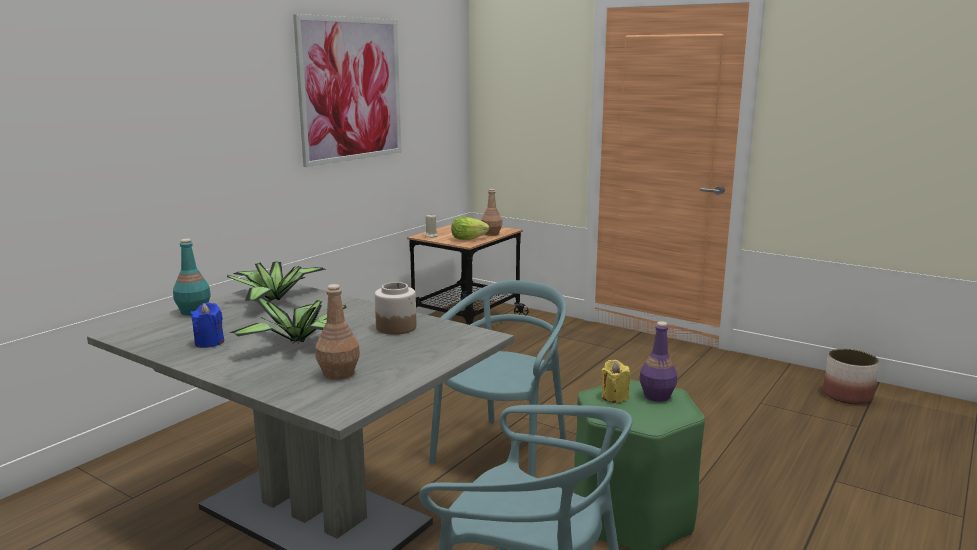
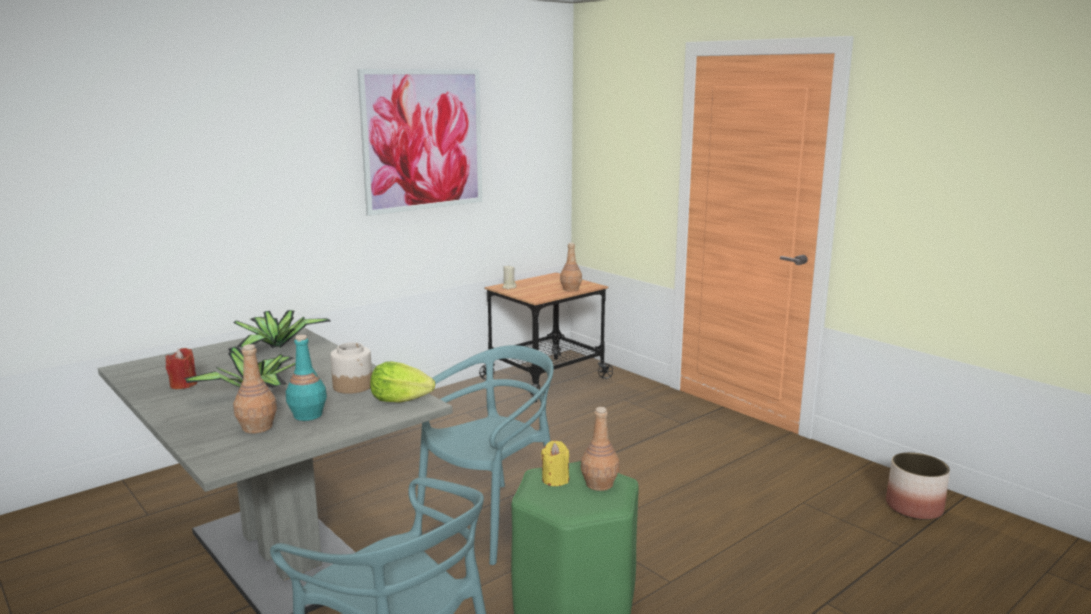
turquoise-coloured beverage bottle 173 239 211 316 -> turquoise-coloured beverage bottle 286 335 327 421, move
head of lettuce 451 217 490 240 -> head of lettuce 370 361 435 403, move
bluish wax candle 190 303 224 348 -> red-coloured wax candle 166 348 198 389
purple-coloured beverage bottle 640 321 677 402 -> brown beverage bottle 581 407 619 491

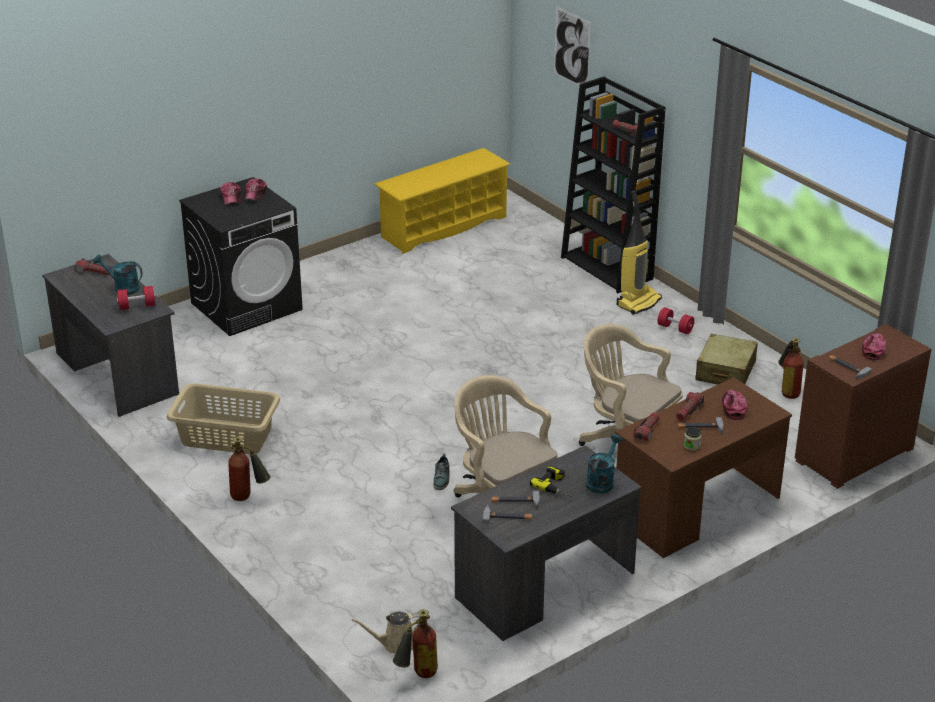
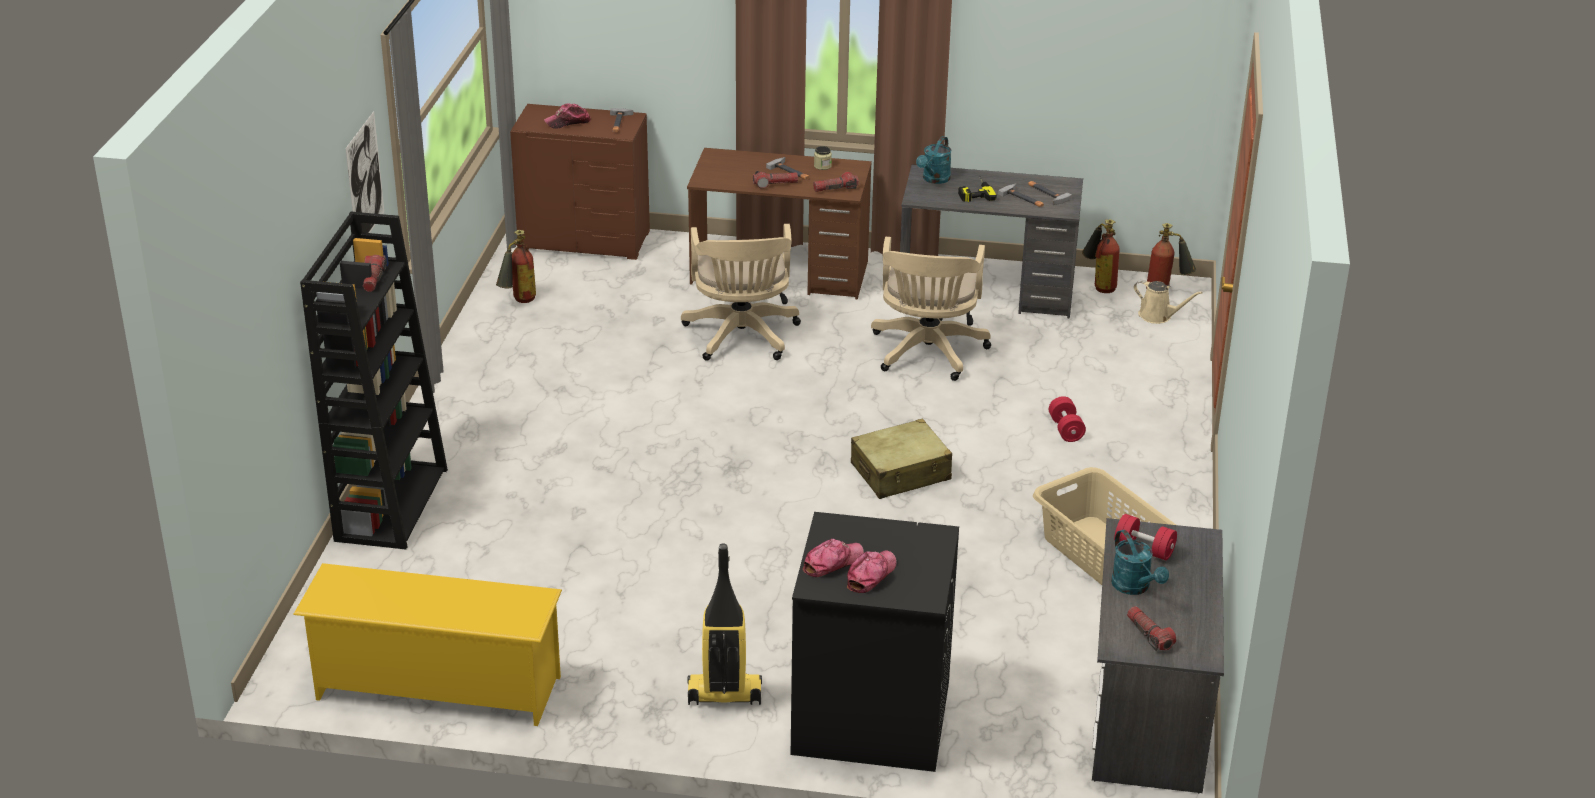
shoe 433 454 450 490 -> none
baseball cap 722 390 748 420 -> none
fire extinguisher 228 437 271 501 -> fire extinguisher 1082 219 1120 293, move
picture 554 6 591 90 -> picture 346 111 384 233, move
hoover 617 191 662 315 -> hoover 688 543 762 705, move
red-coloured free weight 657 307 695 334 -> red-coloured free weight 1049 396 1086 442, move
sand-coloured piece of luggage 695 334 758 385 -> sand-coloured piece of luggage 851 419 952 499, move
turquoise-coloured watering pot 586 434 622 493 -> turquoise-coloured watering pot 916 136 951 184, 45 degrees counterclockwise

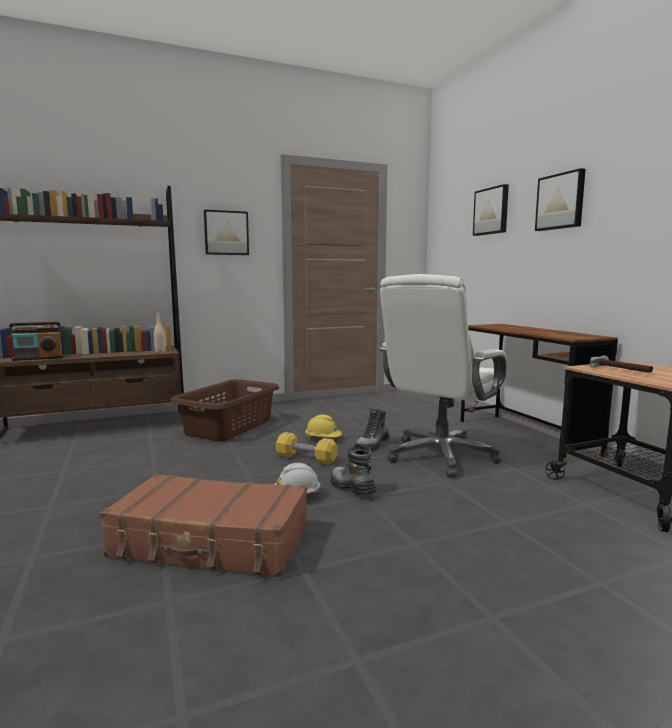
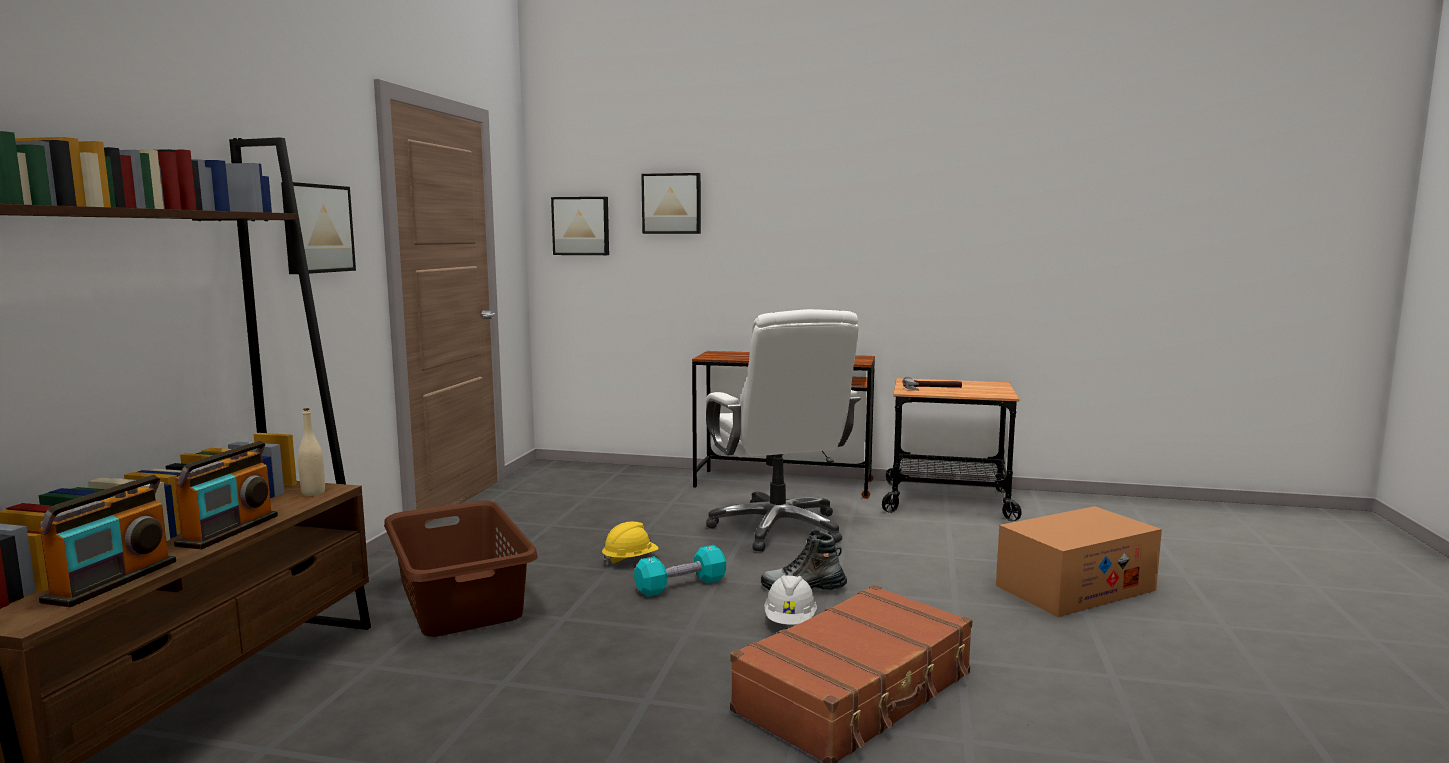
tall boot 354 408 390 451 -> none
none -> radio 174 441 278 549
none -> cardboard box 996 506 1162 617
picture 535 168 586 231 -> picture 551 197 609 255, move
yellow-coloured free weight 276 432 337 465 -> turquoise-coloured free weight 634 545 726 597

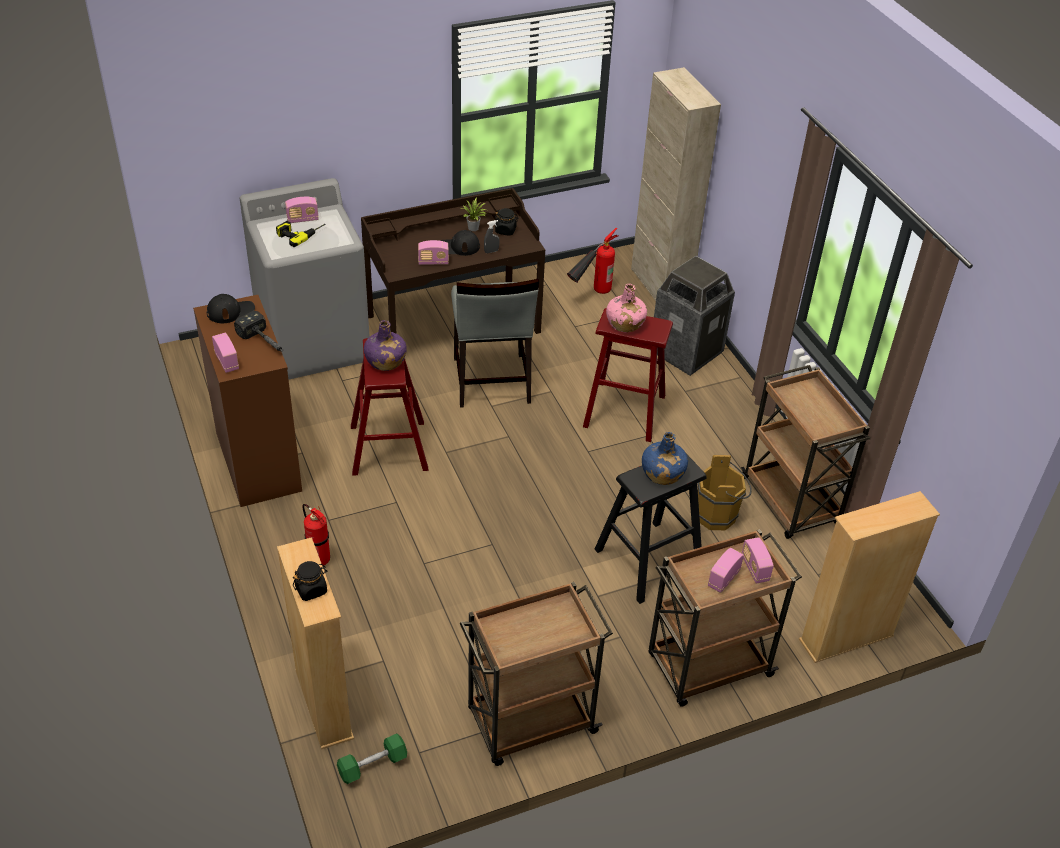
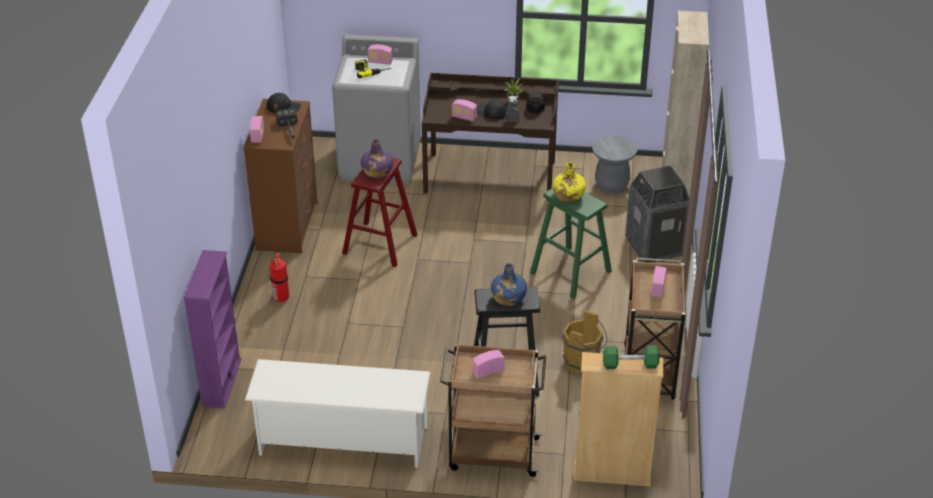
black storage jar 293 561 328 601 -> none
grey plain chair 451 279 539 408 -> none
green-coloured free weight 337 734 407 784 -> green-coloured free weight 603 345 659 369, move
radio 742 537 774 583 -> radio 651 266 667 298, move
brown cart 460 582 613 766 -> whitish shoe rack 245 359 430 467
fire extinguisher 567 228 618 294 -> grey sitting stool 592 135 637 194
sand-coloured bookshelf 277 537 354 750 -> purple-coloured bookshelf 184 250 241 408
red-coloured sitting stool 583 308 673 442 -> green-coloured sitting stool 530 188 612 299
pink beverage bottle 606 284 647 332 -> yellow-coloured beverage bottle 553 162 586 202

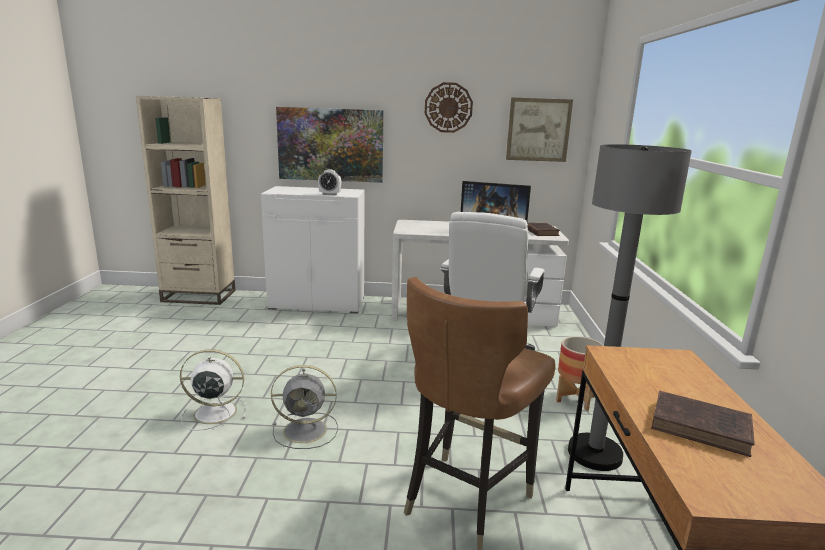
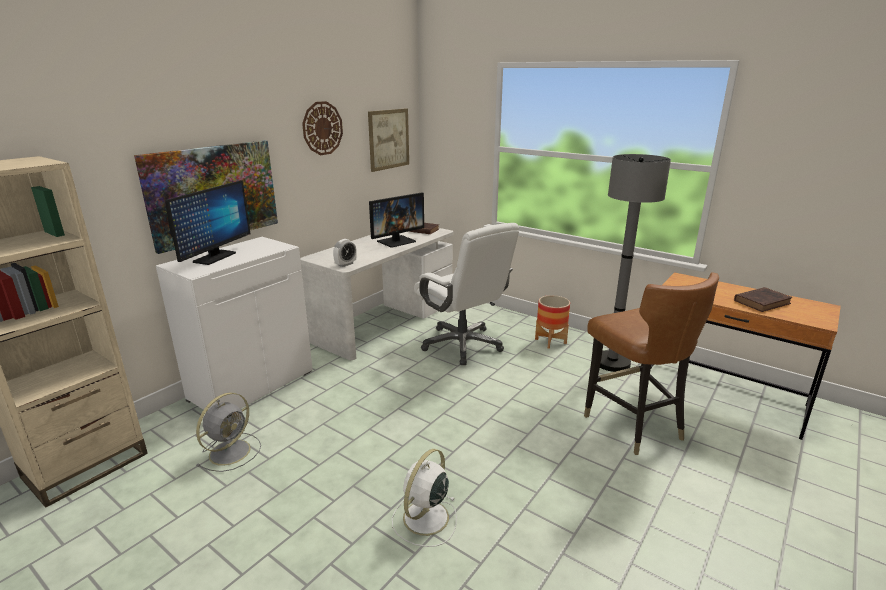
none -> monitor 165 180 251 265
grey electric fan 271 365 338 449 -> grey electric fan 196 392 261 472, move
table clock 318 169 341 195 -> table clock 333 239 357 267, move

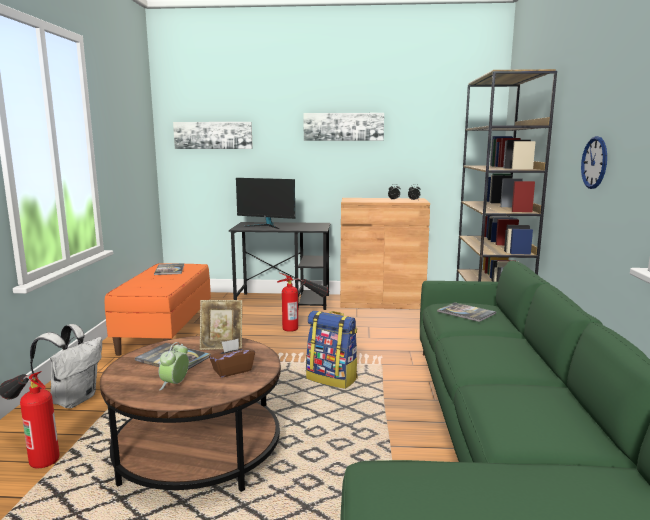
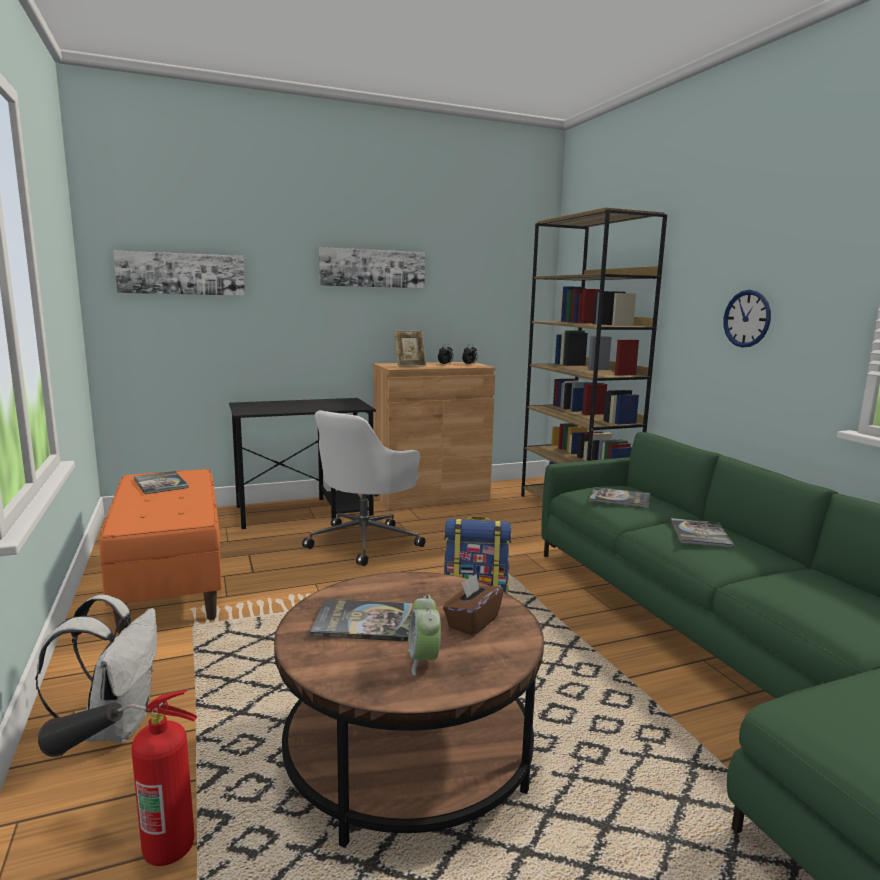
monitor 236 178 295 229 -> none
none -> book 671 518 734 548
photo frame 200 300 242 350 -> photo frame 394 330 427 367, move
fire extinguisher 277 273 328 332 -> whitish office chair 302 410 425 566

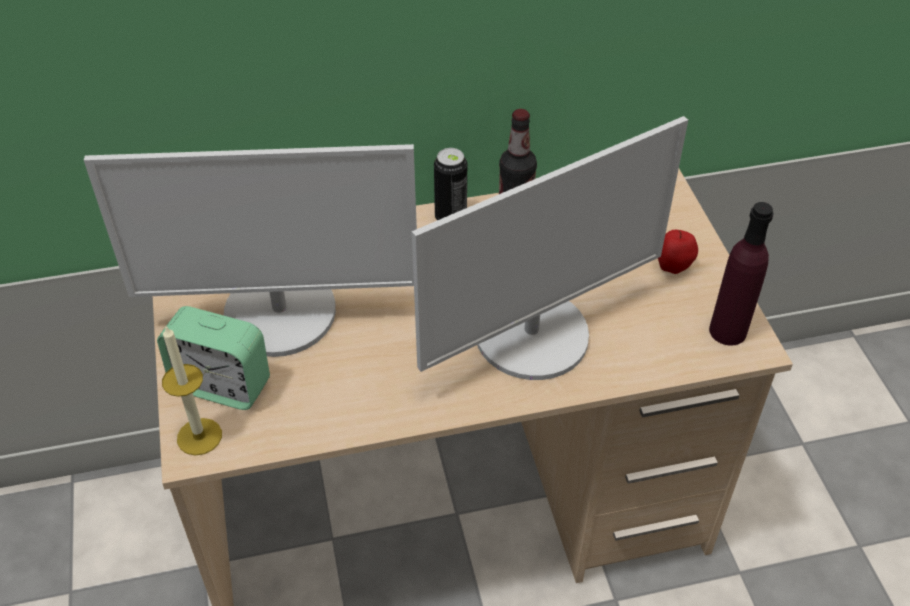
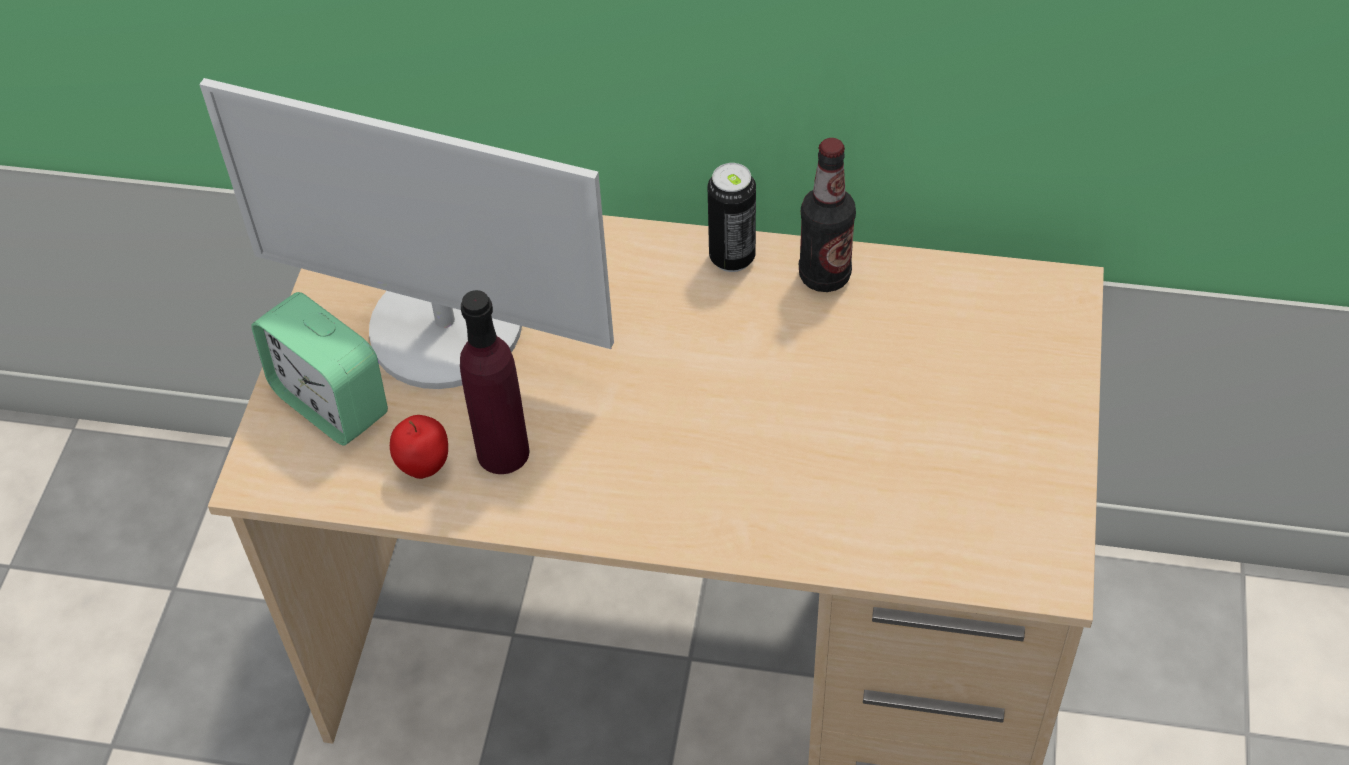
wax candle 162 325 222 455 -> none
monitor 412 116 688 380 -> none
apple 658 230 698 274 -> apple 390 415 448 479, move
purple-coloured beverage bottle 709 202 774 346 -> purple-coloured beverage bottle 460 290 529 474, move

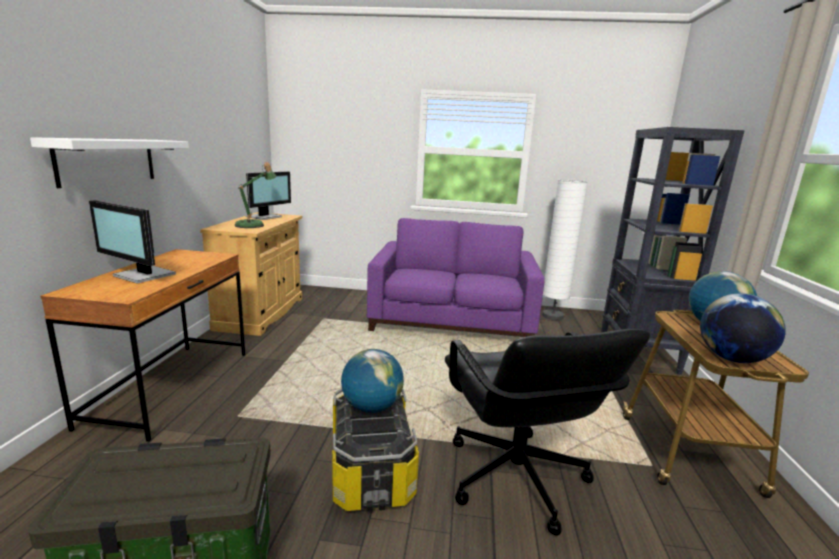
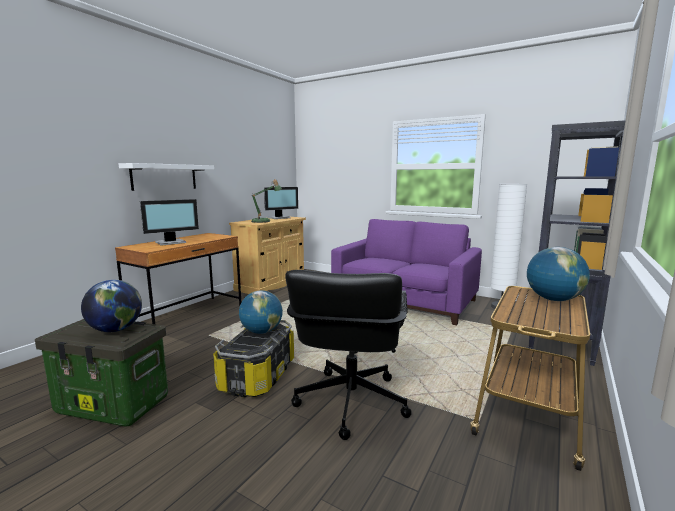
globe 700 293 786 363 -> globe 81 280 142 332, move
monitor 89 200 176 284 -> monitor 140 199 199 246, 90 degrees counterclockwise

